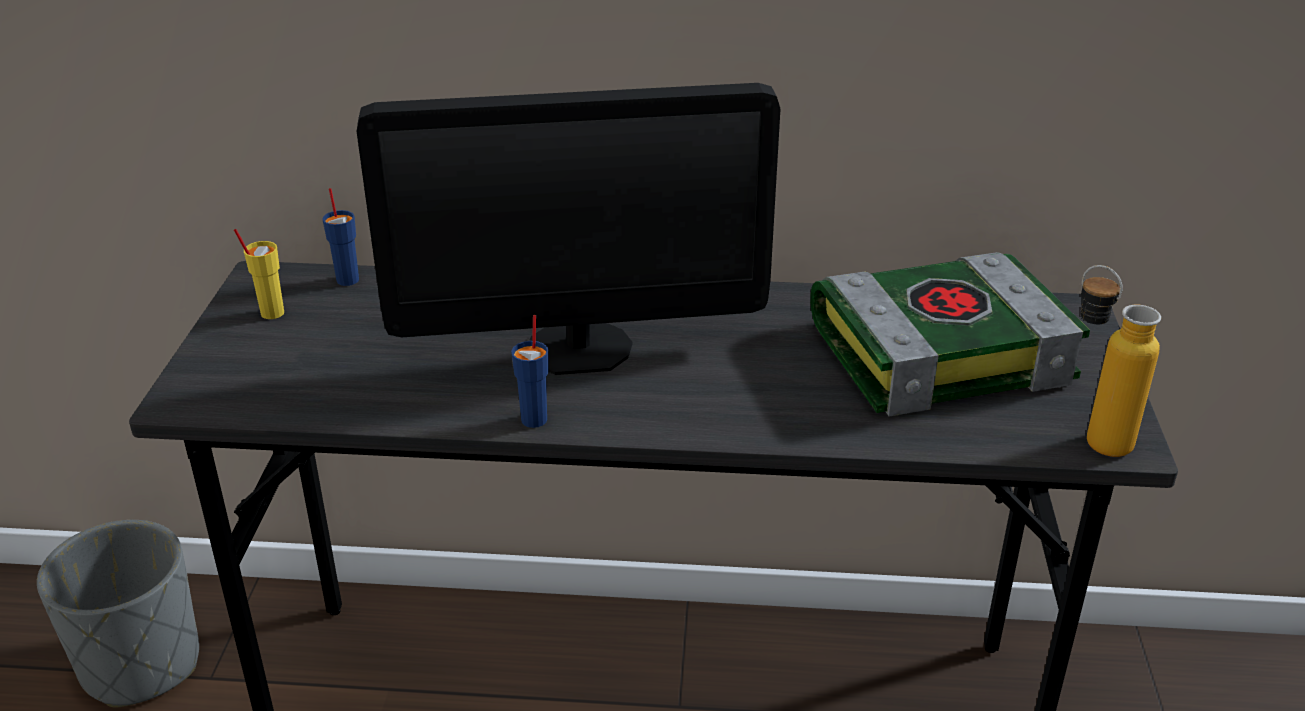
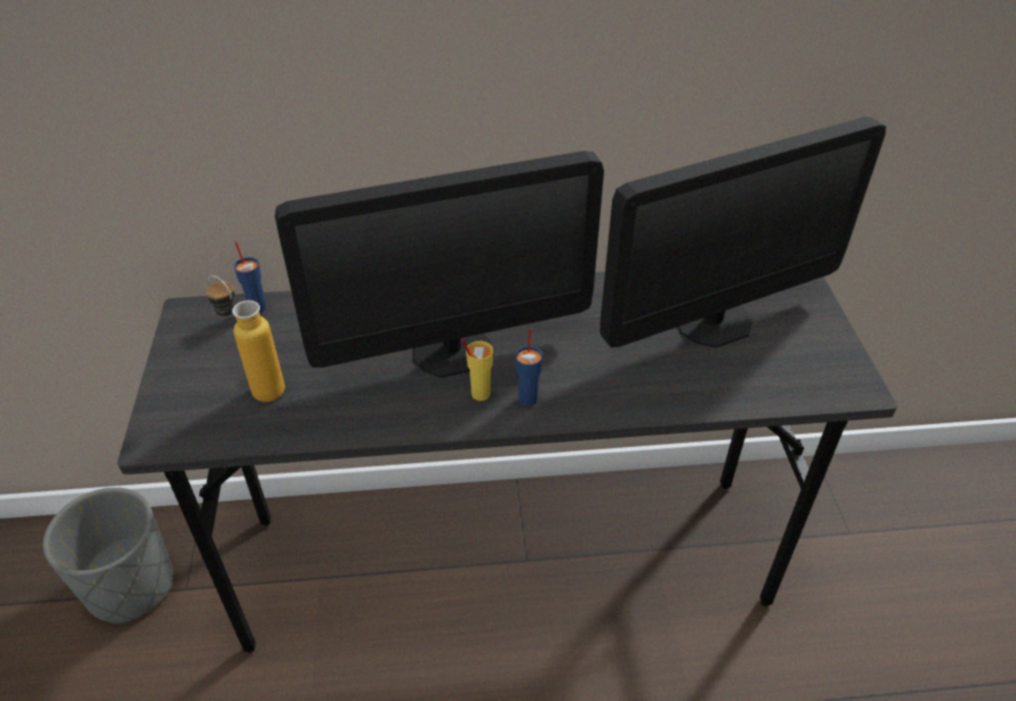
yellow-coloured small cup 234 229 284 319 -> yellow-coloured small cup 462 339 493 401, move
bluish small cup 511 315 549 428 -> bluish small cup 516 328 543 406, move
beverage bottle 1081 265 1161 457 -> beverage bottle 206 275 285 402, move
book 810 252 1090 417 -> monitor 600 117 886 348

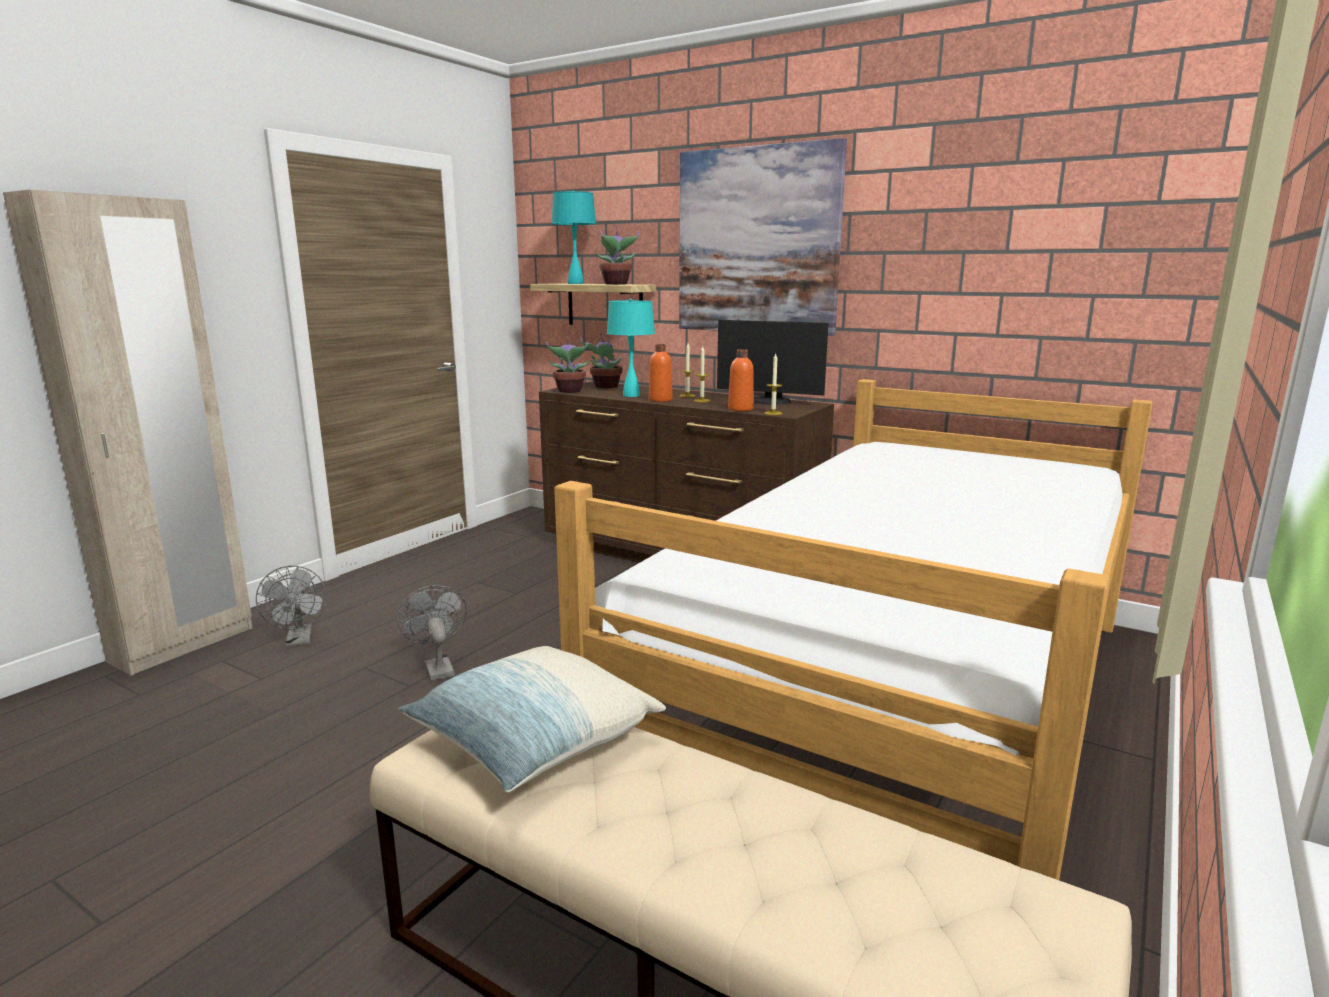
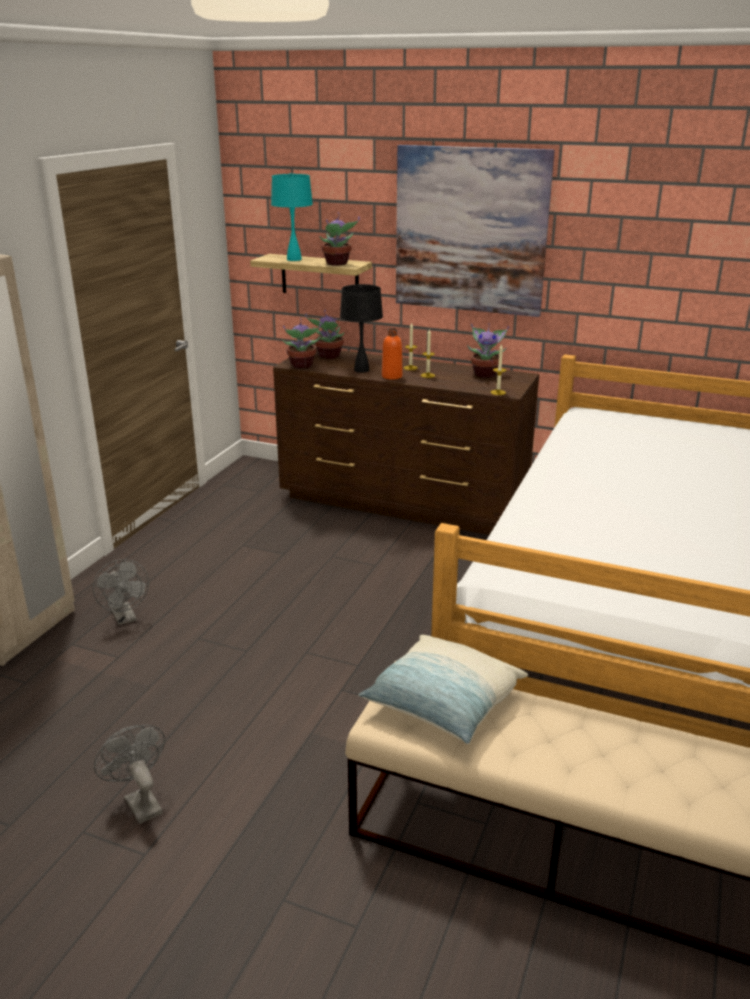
orange-coloured beverage bottle 728 349 754 411 -> none
grey electric fan 396 585 467 681 -> grey electric fan 94 725 165 824, move
monitor 717 320 829 405 -> houseplant 467 323 509 378
turquoise-coloured tabletop lamp 607 298 655 397 -> black tabletop lamp 340 284 383 373

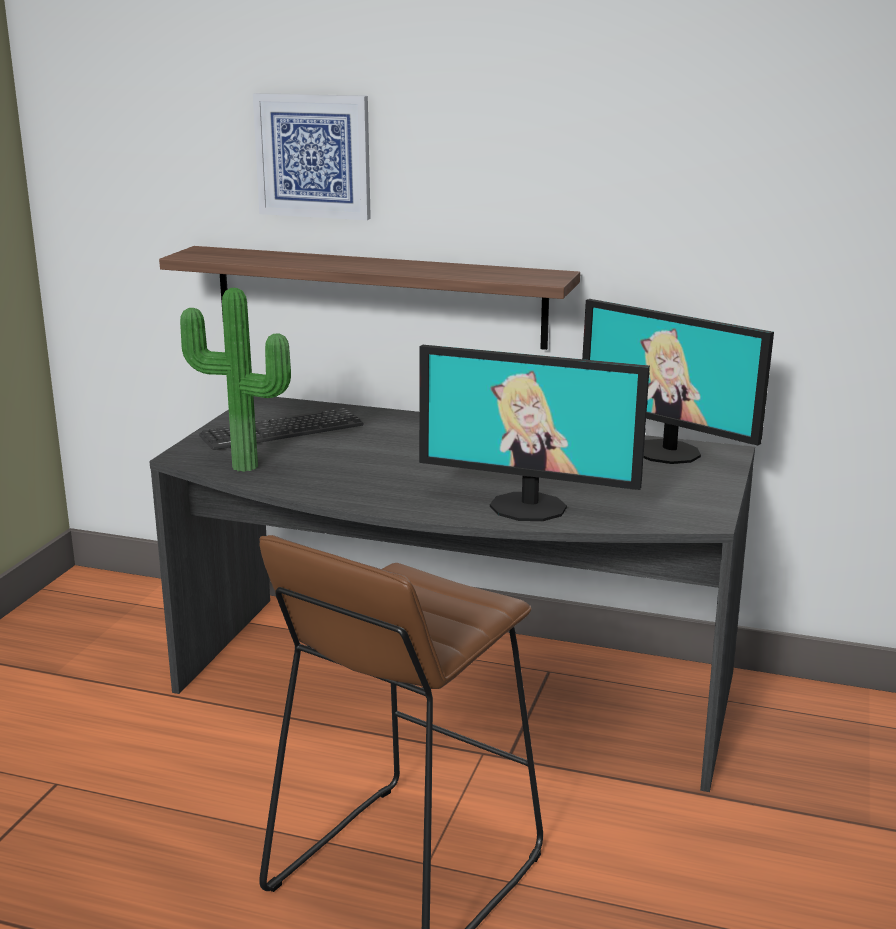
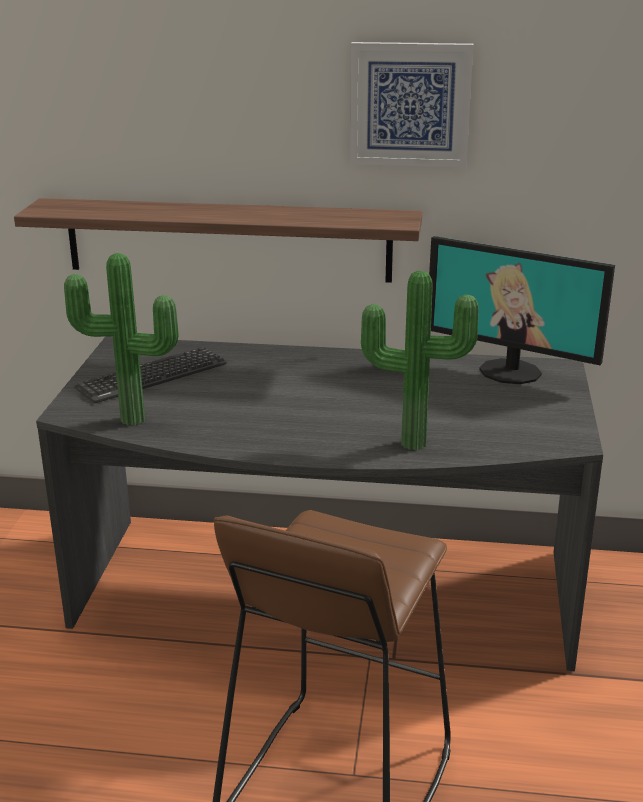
picture 253 93 371 220 -> picture 350 42 473 167, move
monitor 419 345 650 521 -> houseplant 361 271 479 450

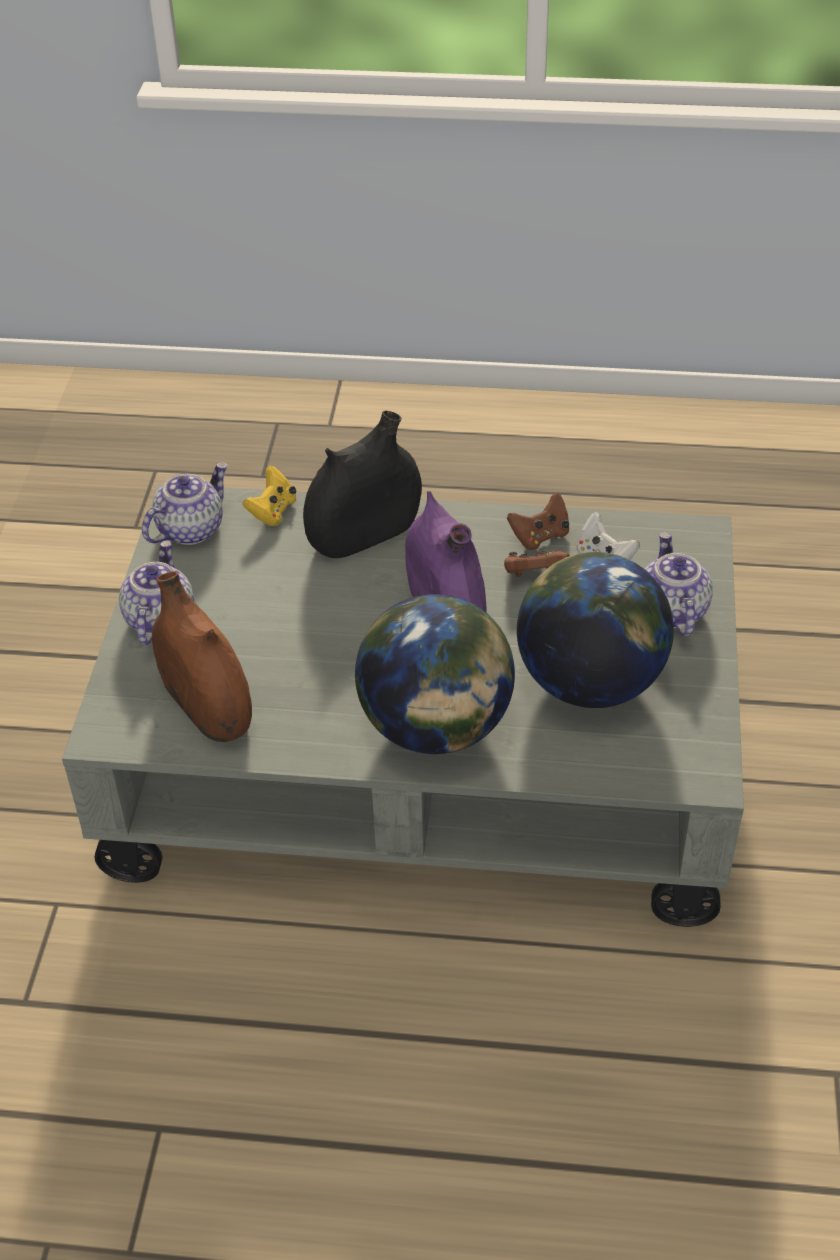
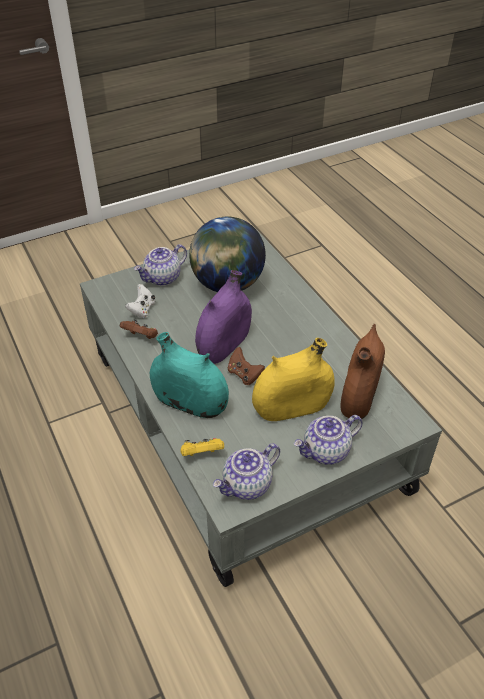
globe 355 594 515 754 -> none
none -> yellow-coloured decorative vase 252 338 335 421
brown gamepad 504 550 570 577 -> brown gamepad 228 347 265 385, move
black decorative vase 303 411 422 558 -> turquoise-coloured decorative vase 150 332 229 418
pot for tea 142 463 228 545 -> pot for tea 213 443 280 500, 45 degrees counterclockwise

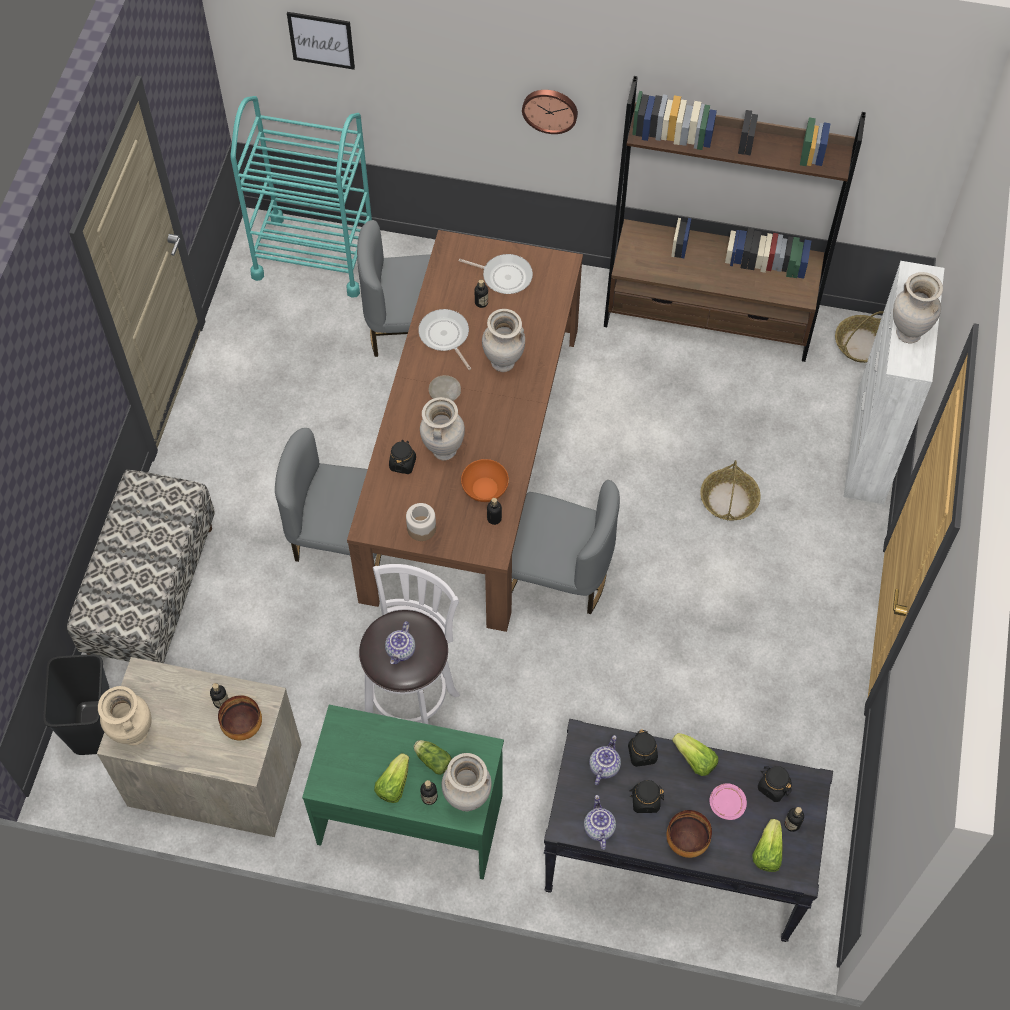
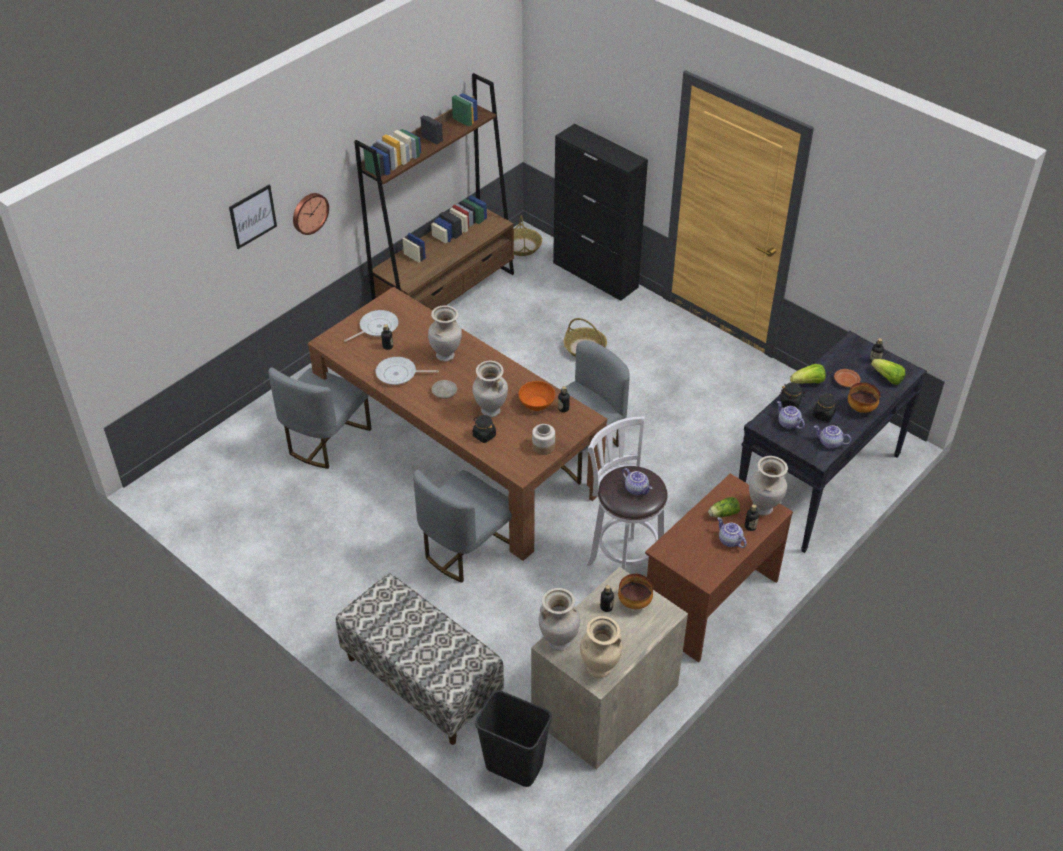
turquoise-coloured cart 230 96 372 298 -> none
black storage jar 758 766 792 802 -> none
picture 287 12 355 70 -> picture 229 185 277 249, move
sand-coloured decorative vase 893 272 943 344 -> sand-coloured decorative vase 539 588 580 651, move
head of lettuce 374 753 409 803 -> pot for tea 717 517 746 548
green-coloured desk table 302 705 504 880 -> brown desk table 645 473 793 663
pink dinner plate 709 783 747 820 -> brown dinner plate 834 369 861 387
whitish cupboard 843 261 944 504 -> black cupboard 553 124 648 301

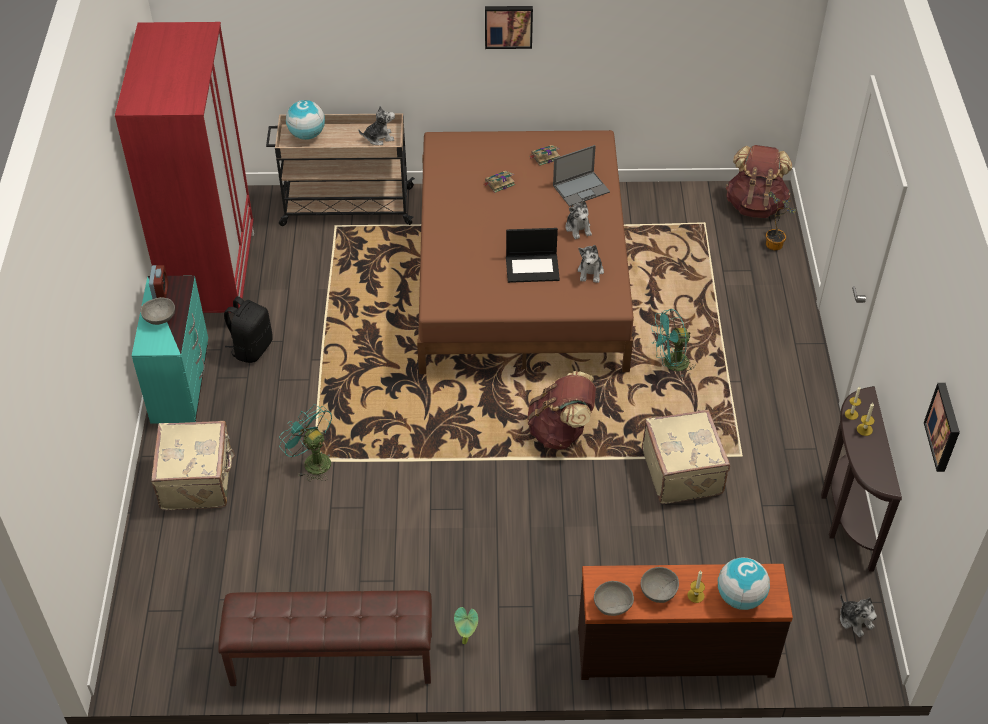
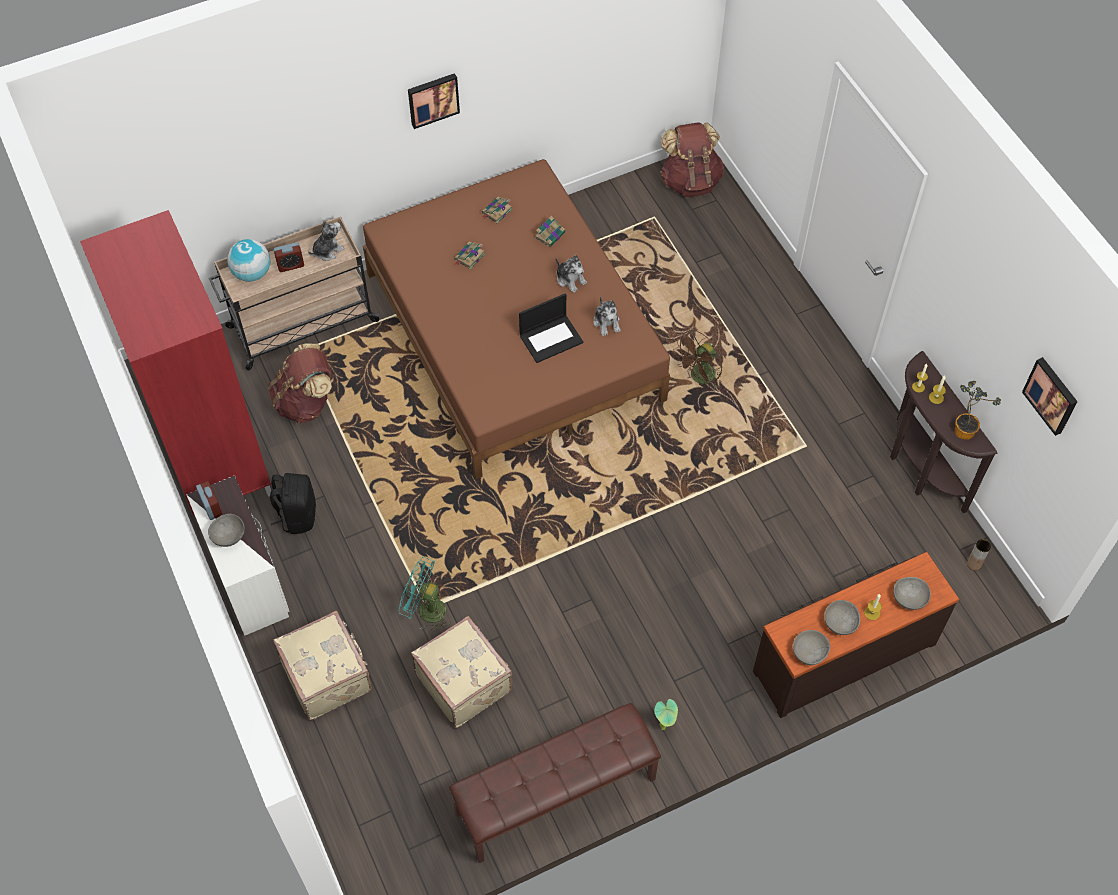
none -> table clock 273 242 304 272
brown rucksack 527 371 596 450 -> brown rucksack 268 344 332 423, move
sand-coloured piece of luggage 642 409 730 504 -> sand-coloured piece of luggage 411 616 512 728, move
houseplant 766 191 797 250 -> houseplant 954 381 1001 440, move
portable computer 553 145 610 207 -> book 534 216 565 247
globe 718 557 770 610 -> grey deep dish 893 577 931 610
plush toy 840 594 877 638 -> brown decorative vase 967 539 991 571
turquoise-coloured dresser 132 276 208 424 -> whitish dresser 186 475 290 636
turquoise-coloured electric fan 651 309 696 378 -> brown electric fan 673 330 722 388

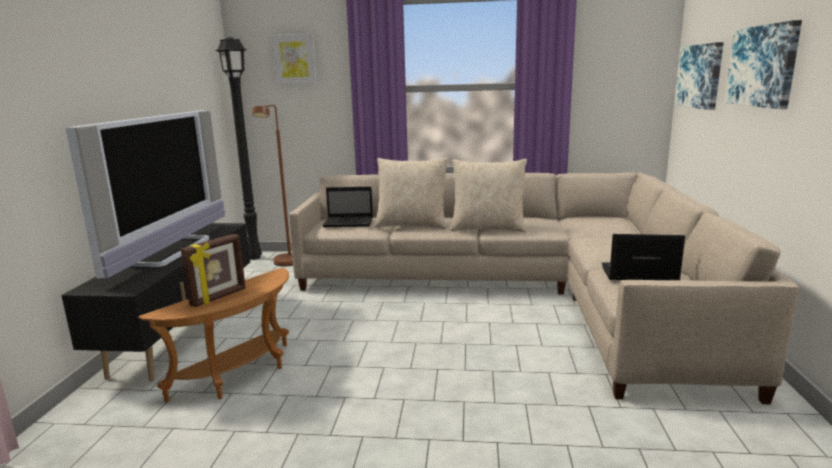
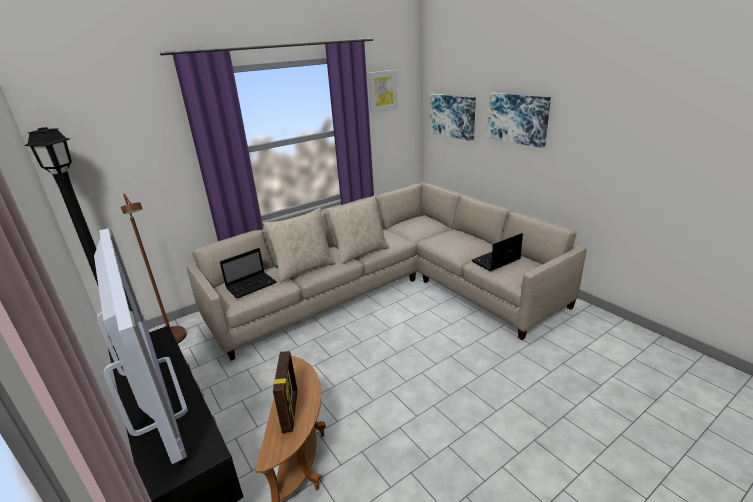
picture 272 34 317 85 -> picture 368 70 398 113, move

